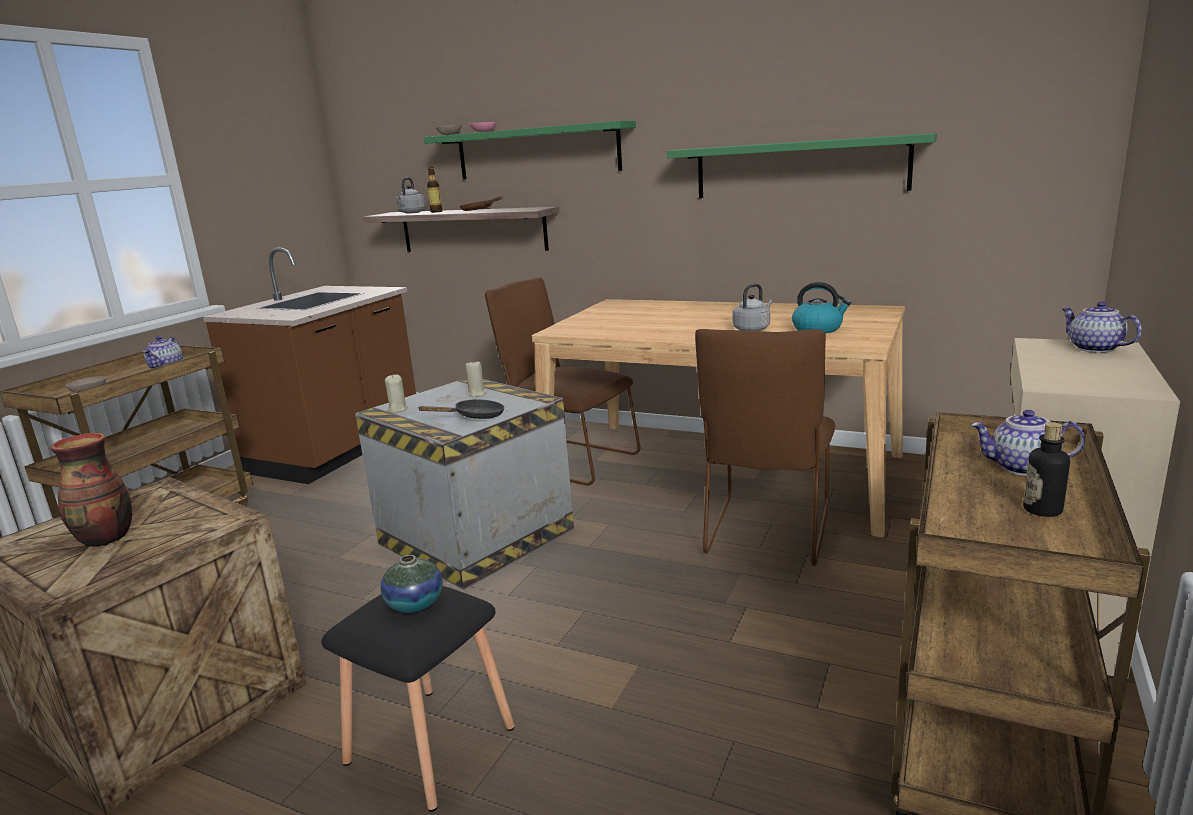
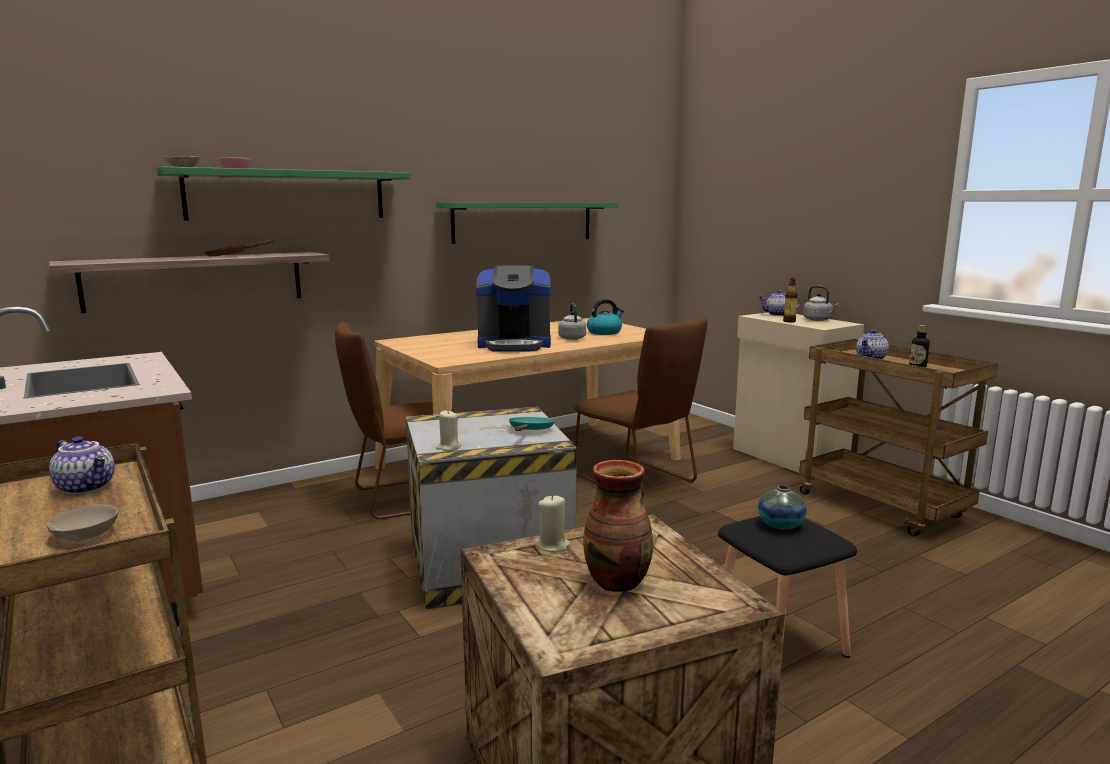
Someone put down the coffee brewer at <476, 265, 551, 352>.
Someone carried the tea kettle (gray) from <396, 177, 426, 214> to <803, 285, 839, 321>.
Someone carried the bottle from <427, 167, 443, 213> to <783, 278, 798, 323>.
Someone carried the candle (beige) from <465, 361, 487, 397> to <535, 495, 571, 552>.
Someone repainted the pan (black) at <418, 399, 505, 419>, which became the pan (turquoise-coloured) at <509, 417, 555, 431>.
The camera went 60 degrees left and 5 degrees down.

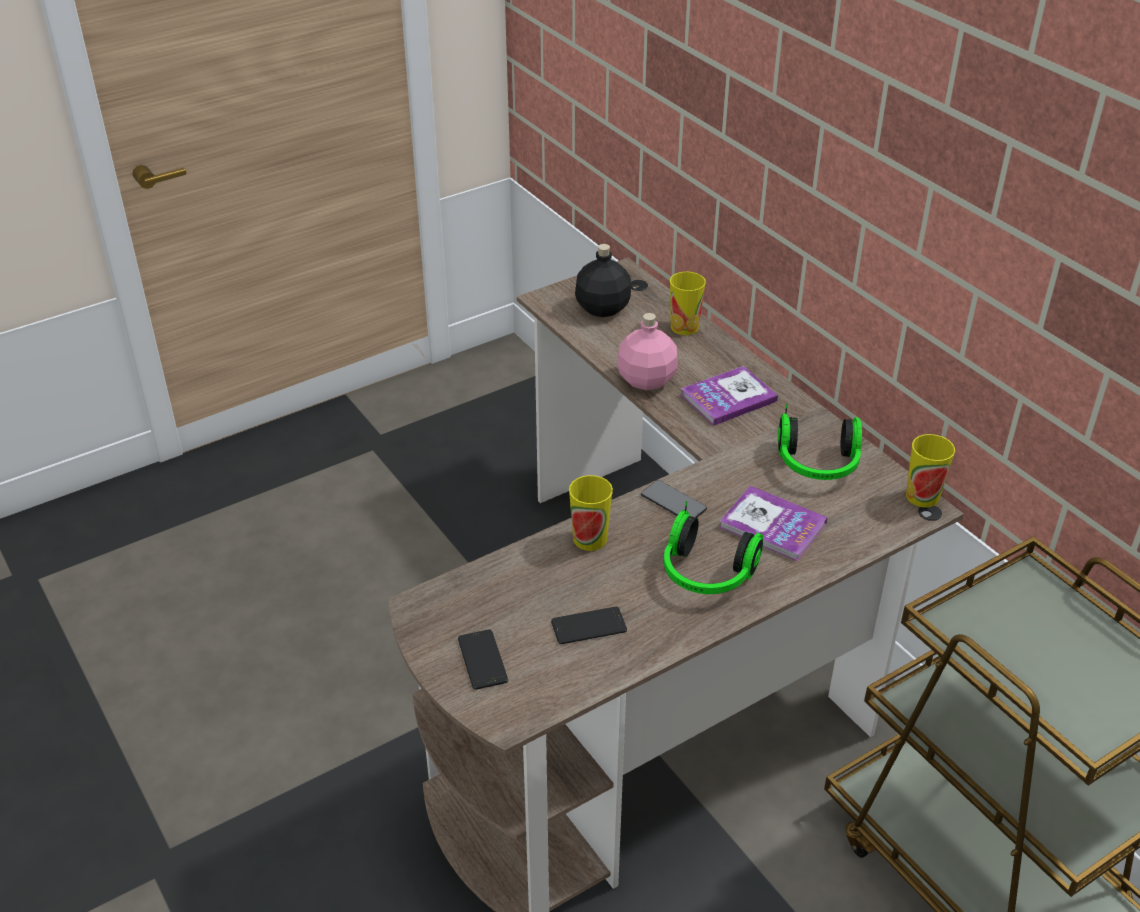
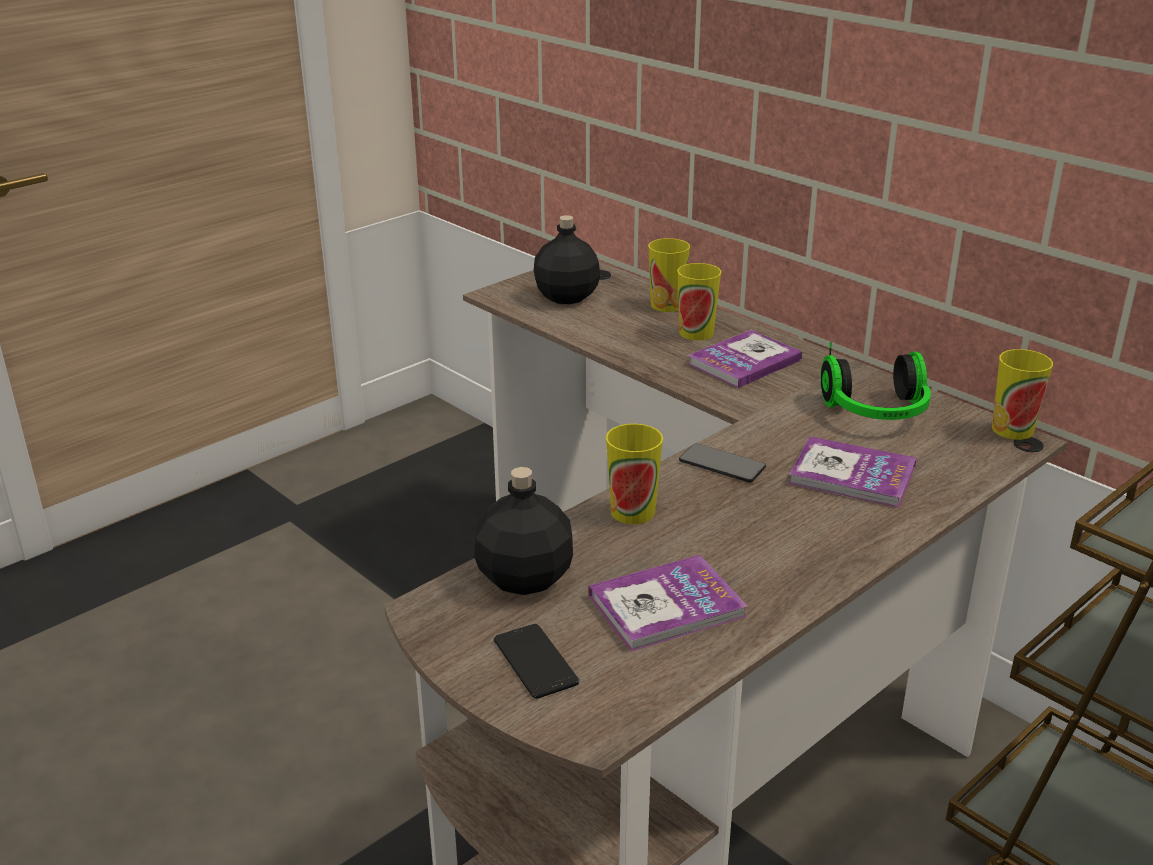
Someone took away the bottle (pink-coloured) at <617, 313, 678, 390>.
Someone took away the headset at <664, 501, 763, 594>.
Someone put down the bottle (black) at <474, 467, 573, 595>.
Someone put down the drinking cup at <677, 263, 721, 340>.
Someone swapped the telephone at <551, 607, 627, 644> for the book at <589, 555, 747, 652>.
The camera went 10 degrees left and 10 degrees down.

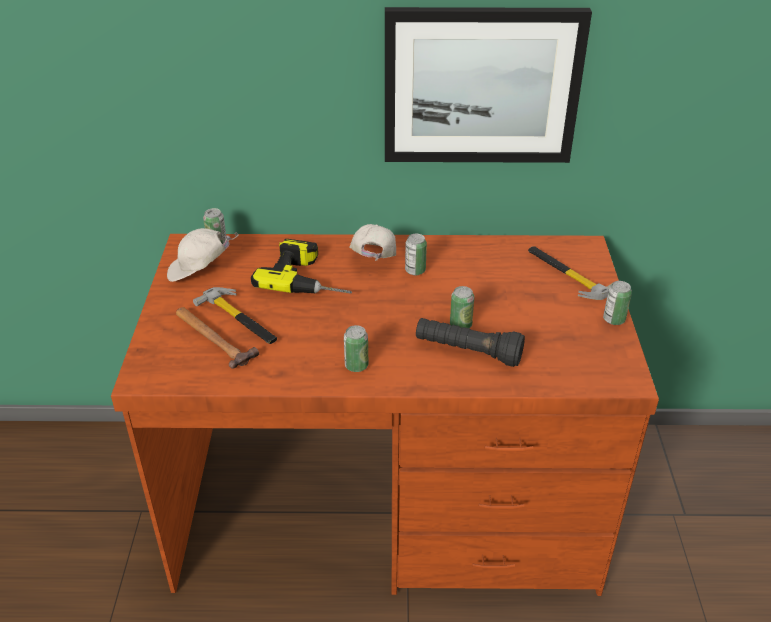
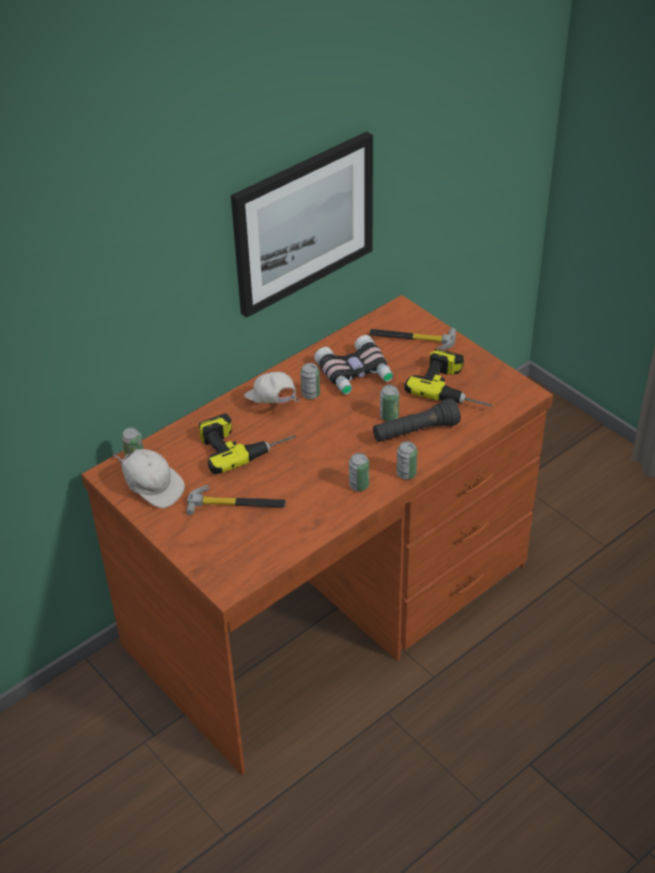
Someone took away the tool hammer at <176, 307, 259, 369>.
Someone put down the field glasses at <314, 335, 393, 395>.
Someone put down the drill at <404, 349, 492, 407>.
Someone carried the metal can from <603, 281, 632, 325> to <397, 441, 417, 479>.
Someone rotated the cap (white-coloured) at <167, 228, 238, 282> by 90 degrees counterclockwise.
The camera went 40 degrees left and 5 degrees up.

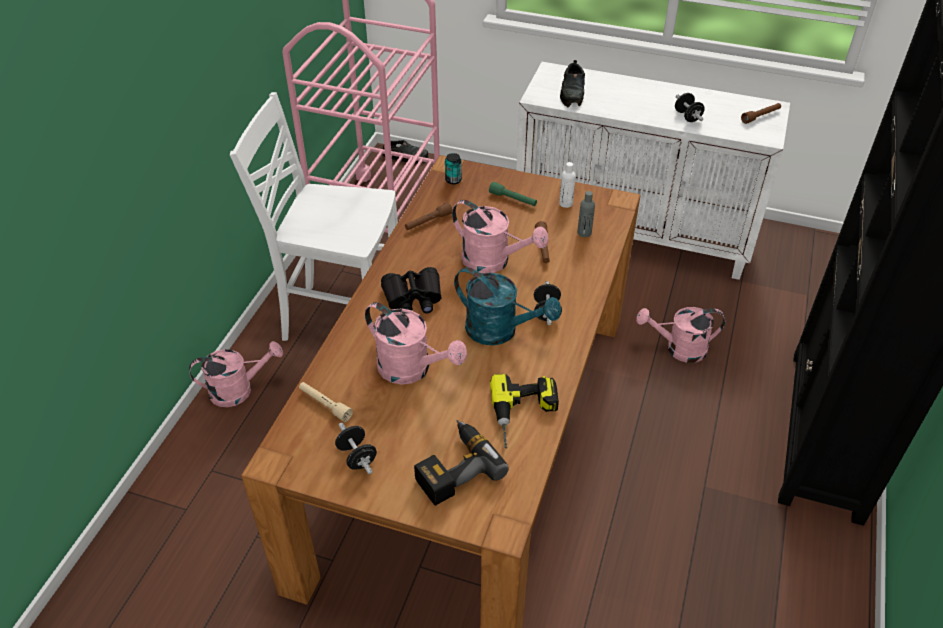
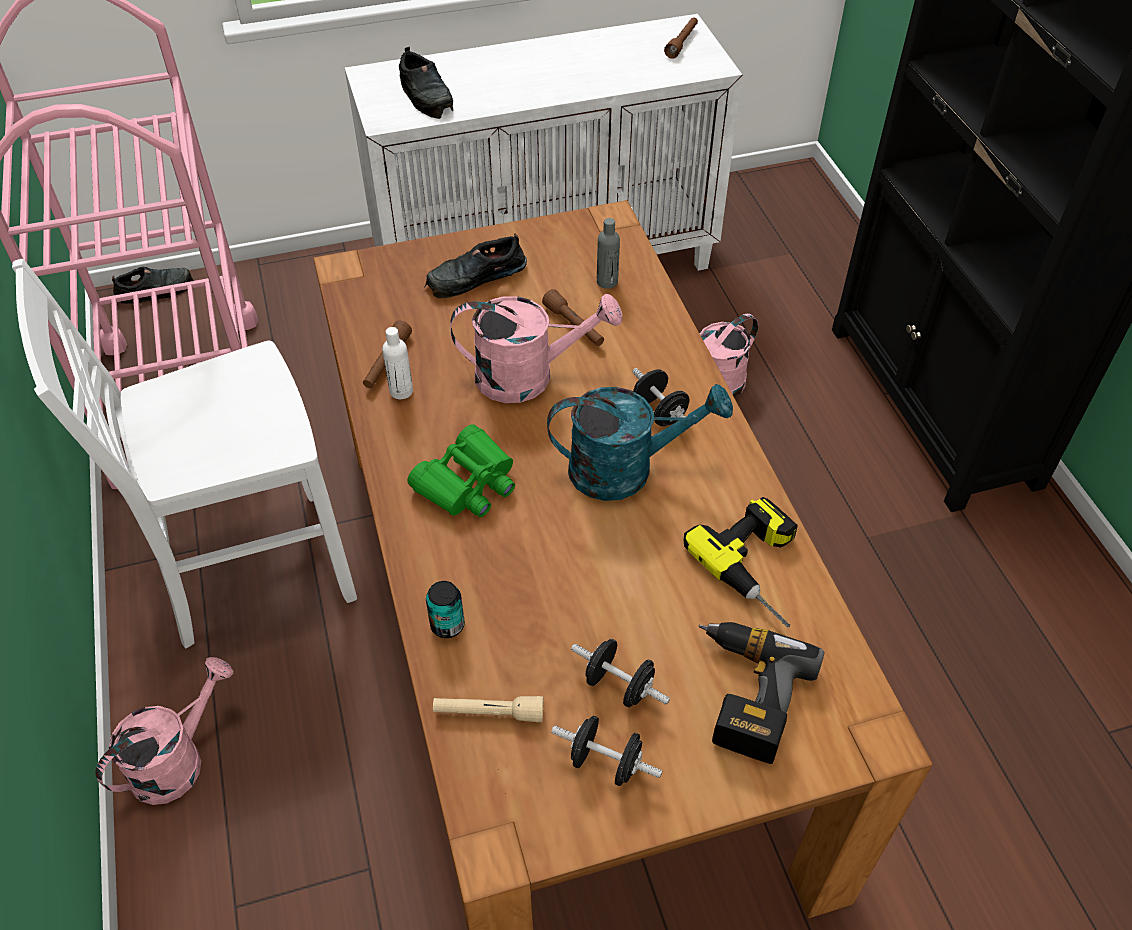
Someone took away the watering pot (pink-coloured) at <365, 302, 467, 385>.
Someone carried the metal can from <445, 153, 462, 184> to <426, 581, 465, 638>.
Someone carried the bottle (white-coloured) from <559, 162, 576, 208> to <382, 327, 413, 399>.
Someone carried the dumbbell (black) from <675, 93, 705, 122> to <571, 639, 670, 707>.
Someone swapped the torch (green) at <489, 182, 537, 206> for the item of footwear (black) at <424, 234, 527, 299>.
Someone repainted the field glasses (black) at <381, 267, 442, 314>, which became the field glasses (green) at <407, 424, 515, 517>.
The camera went 35 degrees left and 5 degrees up.

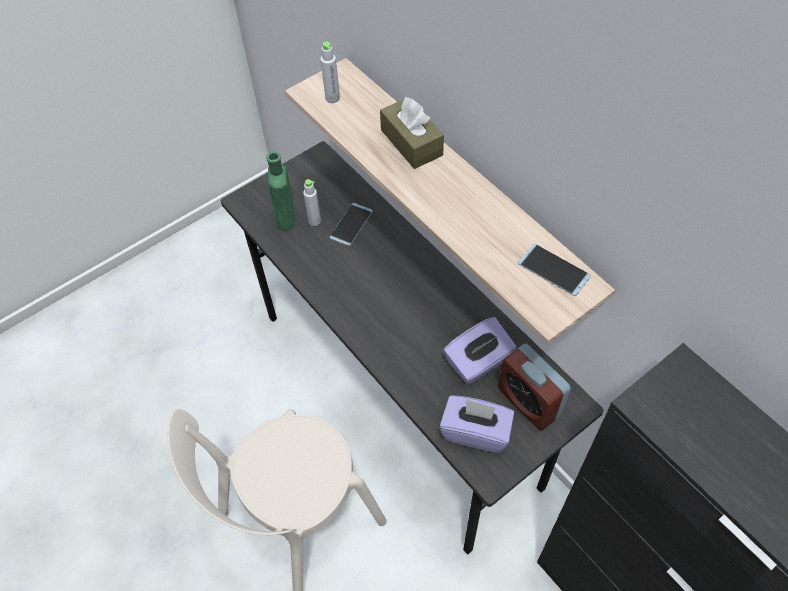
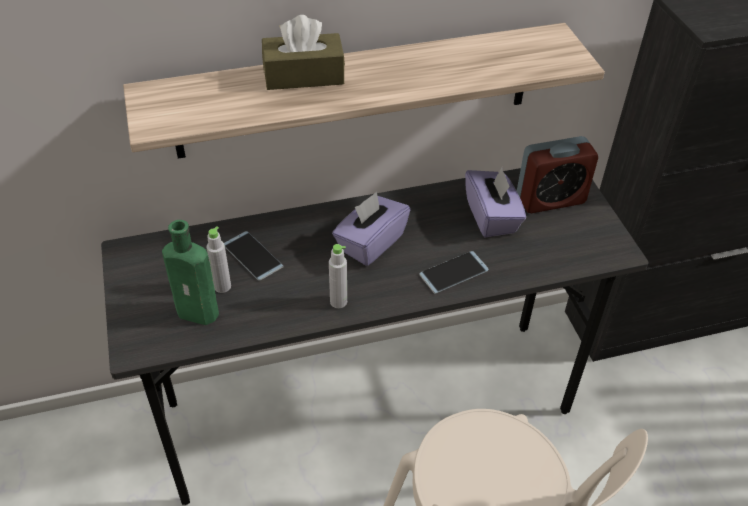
Someone carried the bottle (gray) from <320, 42, 340, 103> to <329, 244, 347, 308>.
Someone carried the box of tissues (purple) from <439, 395, 514, 453> to <332, 191, 410, 266>.
Someone carried the telephone from <518, 244, 591, 296> to <419, 251, 489, 294>.
The camera went 70 degrees left and 10 degrees down.

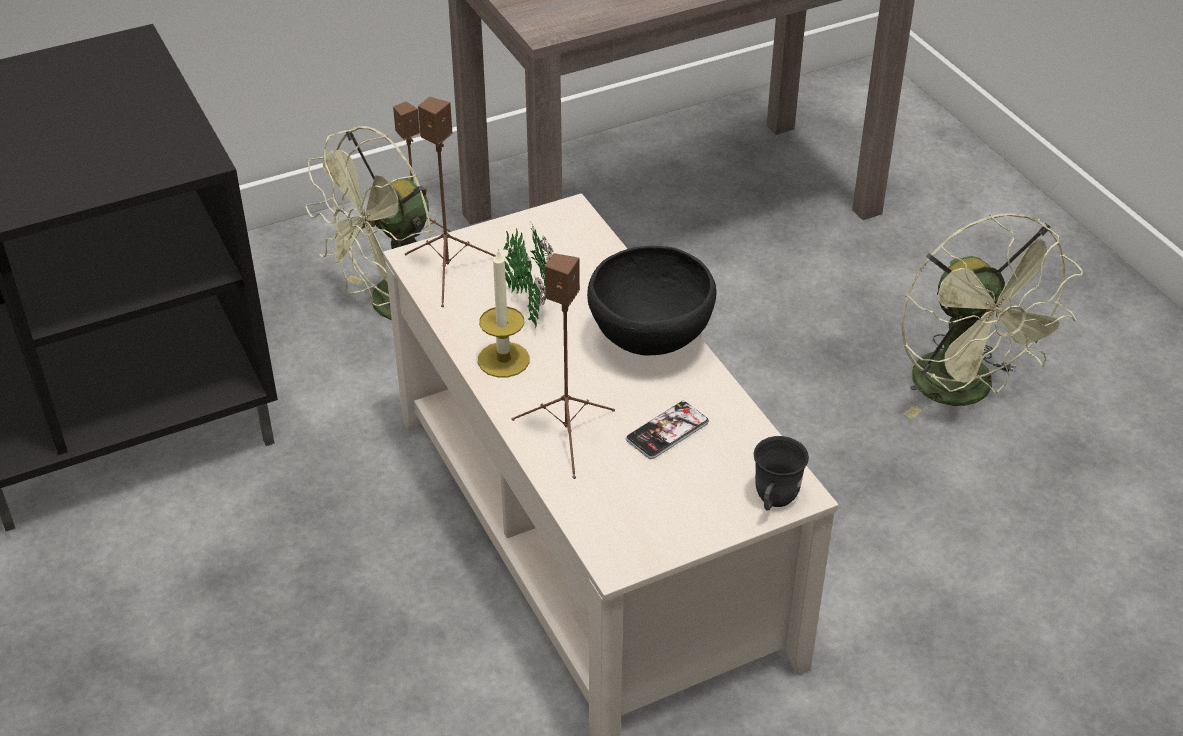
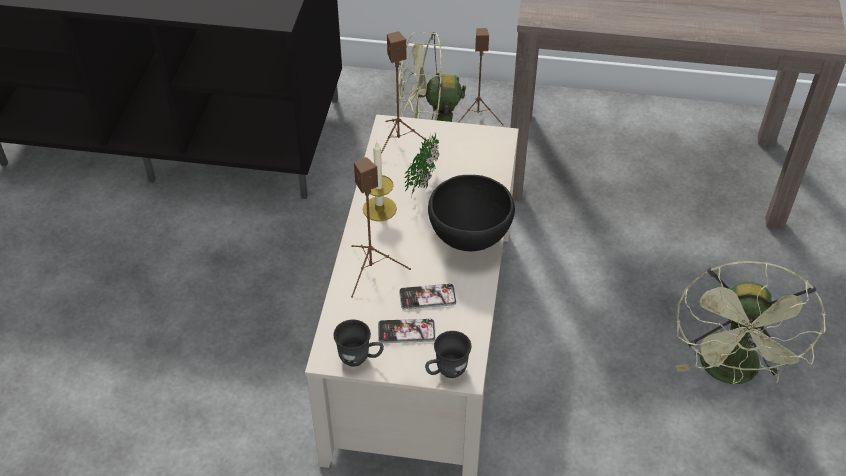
Someone put down the coffee mug (gray) at <333, 319, 384, 367>.
Someone put down the telephone at <378, 318, 435, 343>.
The camera went 35 degrees right and 5 degrees up.

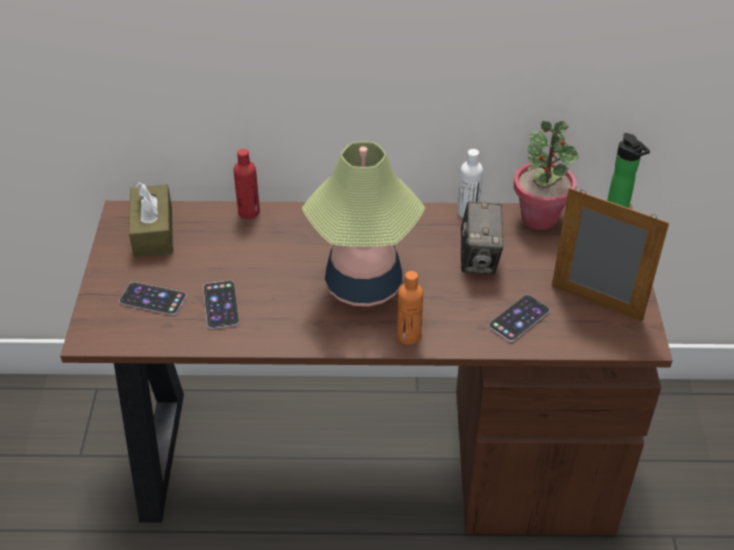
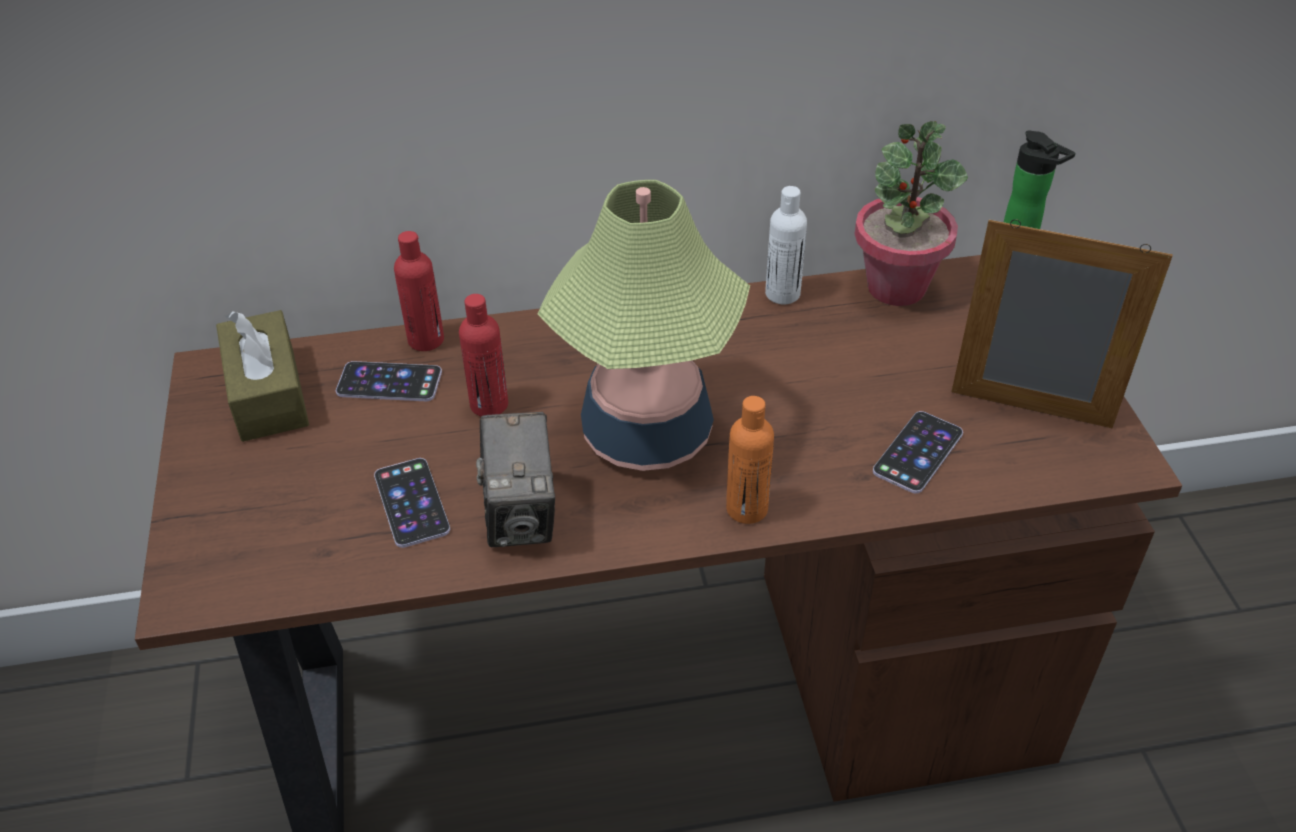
Someone put down the bottle (reddish) at <459, 294, 508, 417>.
Someone carried the telephone from <119, 282, 187, 315> to <336, 361, 442, 401>.
Someone carried the photo camera from <460, 201, 503, 274> to <476, 412, 555, 547>.
The camera went 10 degrees left and 0 degrees up.

